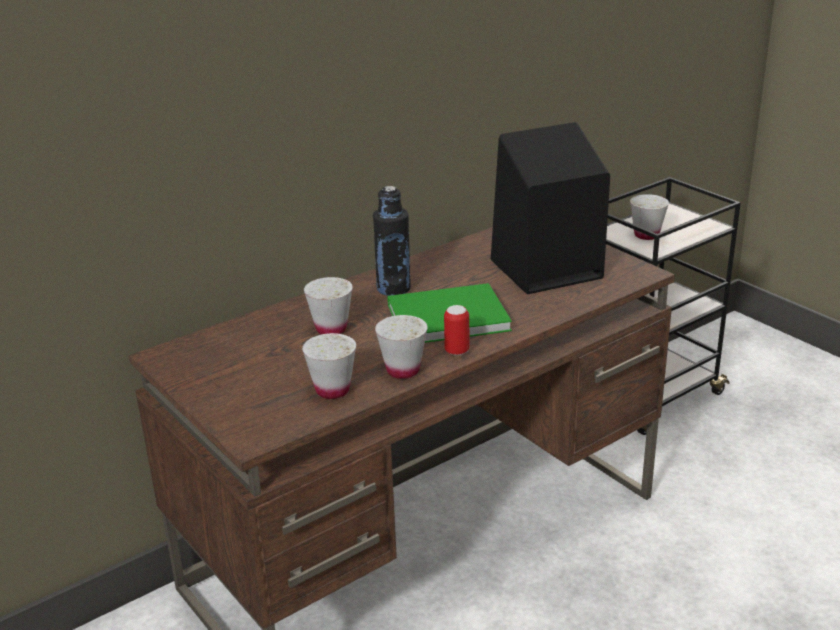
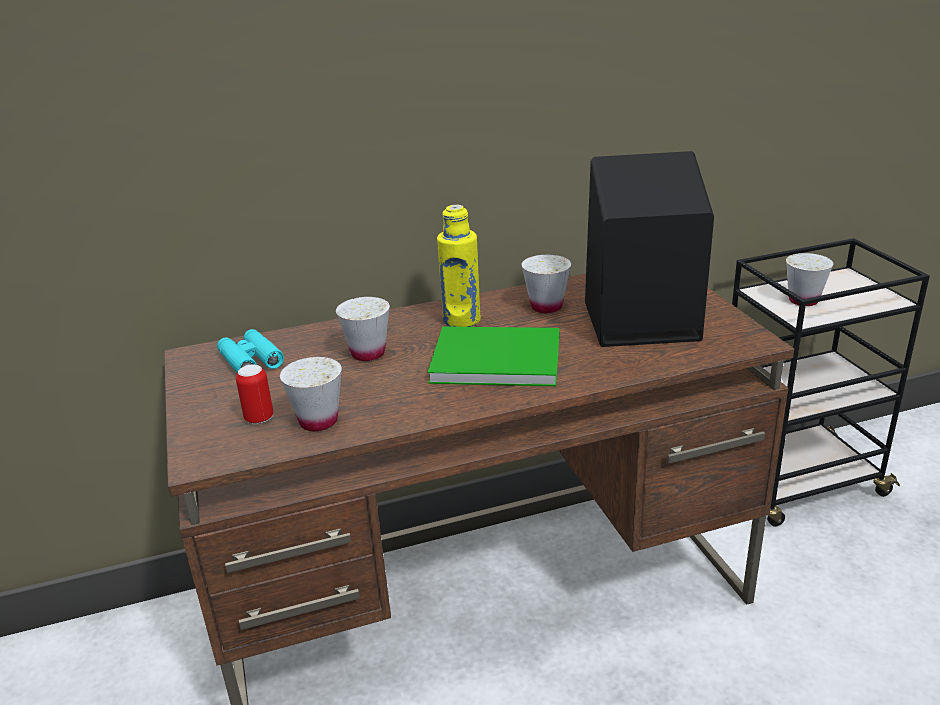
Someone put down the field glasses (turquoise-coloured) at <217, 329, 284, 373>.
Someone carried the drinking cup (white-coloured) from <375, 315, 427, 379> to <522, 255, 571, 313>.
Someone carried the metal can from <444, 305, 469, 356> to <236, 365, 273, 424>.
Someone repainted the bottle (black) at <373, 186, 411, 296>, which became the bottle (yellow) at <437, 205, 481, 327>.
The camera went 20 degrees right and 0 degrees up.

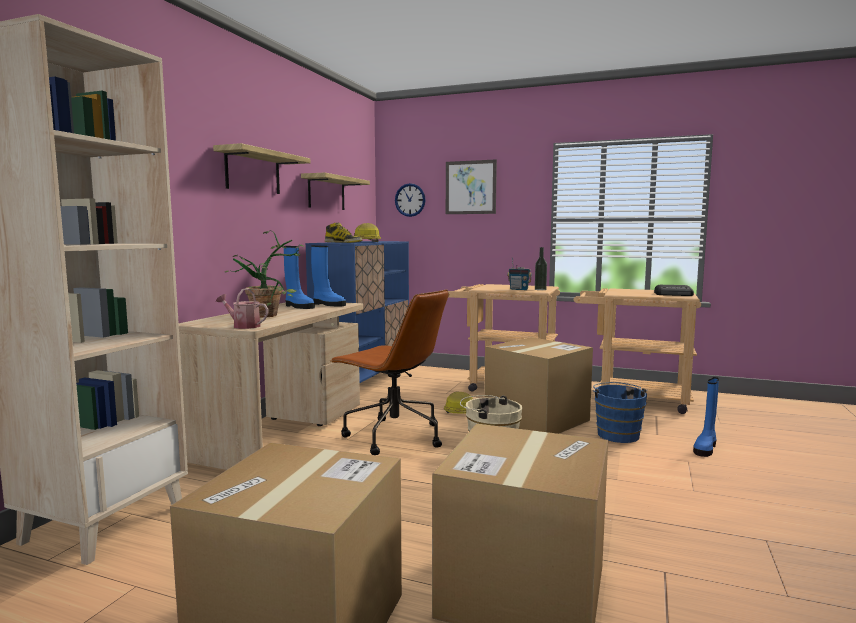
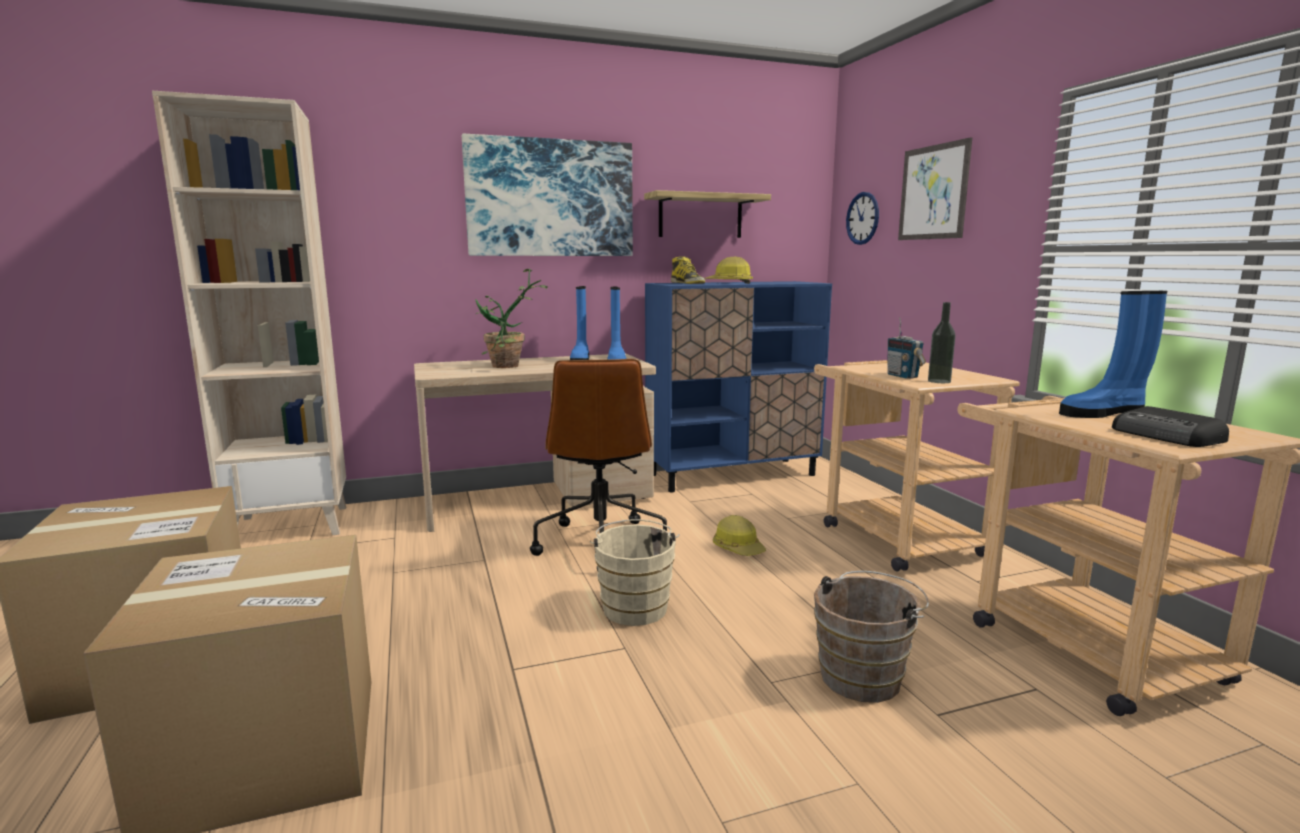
Someone took away the watering pot at <216, 288, 268, 329>.
Someone took away the packing box at <485, 337, 593, 434>.
Someone carried the tall boot (blue-coloured) from <693, 377, 719, 457> to <1059, 291, 1167, 418>.
Someone swapped the bracket shelf at <213, 143, 310, 194> for the wall art at <462, 133, 633, 256>.
Someone repainted the water bucket (blue-coloured) at <593, 382, 648, 443>, which became the water bucket (brown) at <814, 571, 929, 703>.
The camera went 50 degrees right and 5 degrees up.

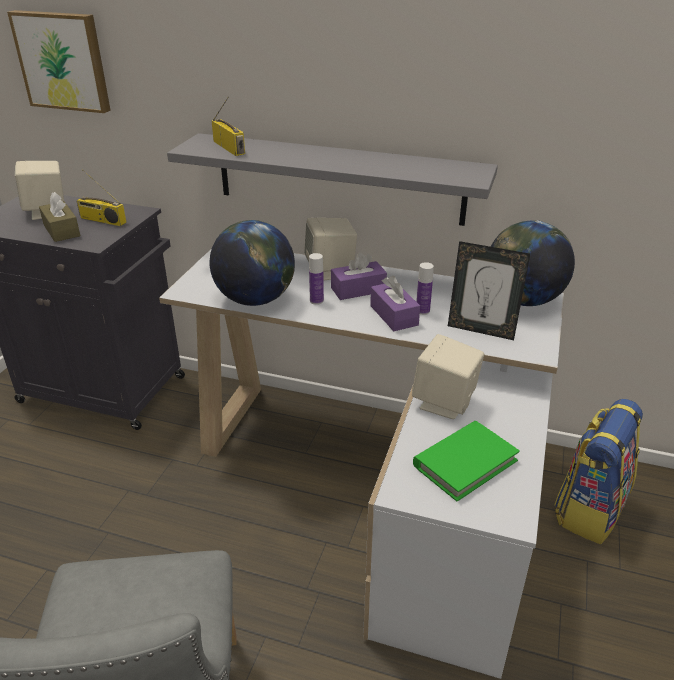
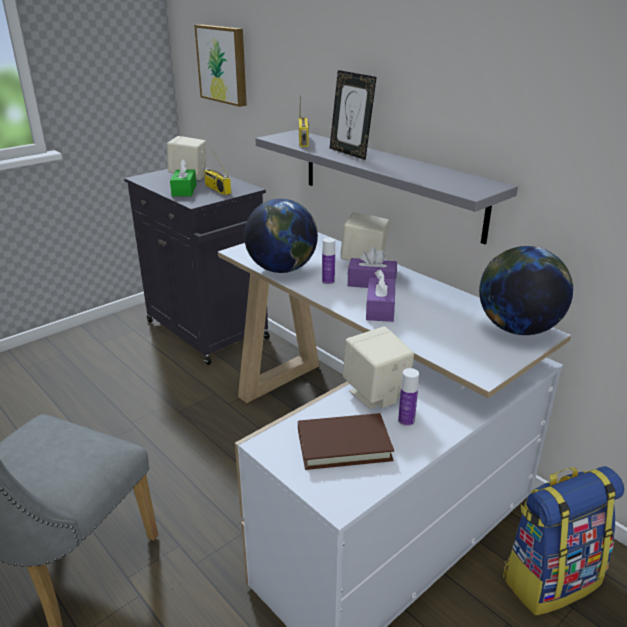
Someone carried the bottle from <416, 262, 434, 315> to <398, 368, 419, 427>.
Someone carried the standing frame from <448, 241, 530, 340> to <330, 70, 377, 160>.
Someone repainted the box of tissues (brown) at <39, 192, 80, 242>, which became the box of tissues (green) at <170, 159, 197, 196>.
Someone repainted the book (green) at <413, 421, 520, 501>, which became the book (brown) at <298, 413, 394, 470>.
The camera went 30 degrees right and 5 degrees down.

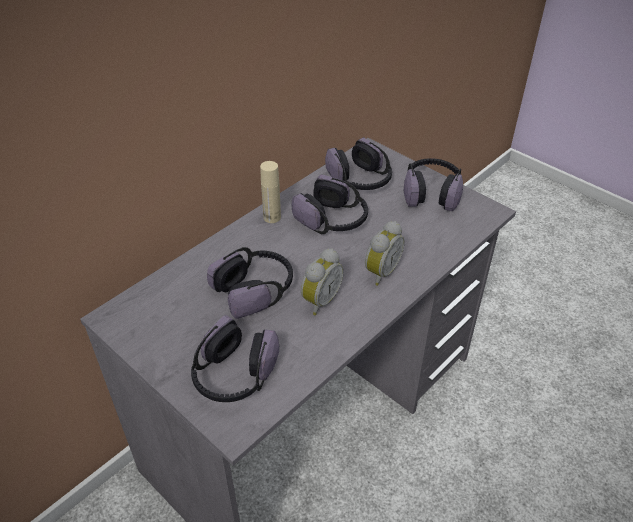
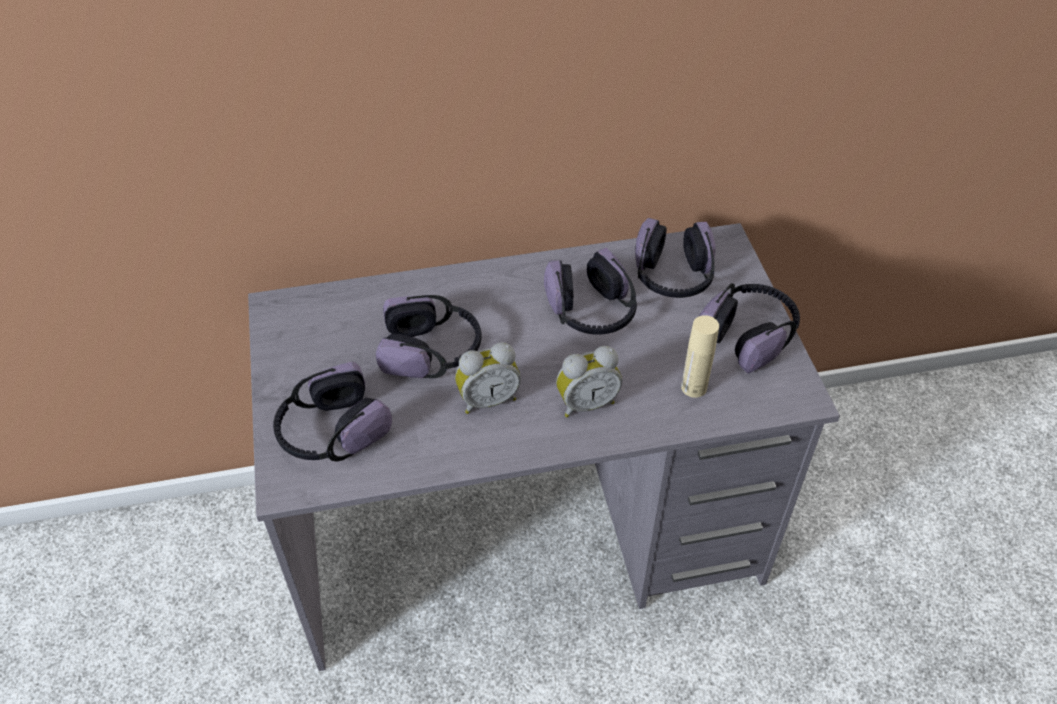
Someone carried the bottle (beige) from <260, 161, 281, 223> to <681, 315, 719, 398>.
The camera went 35 degrees right and 5 degrees up.

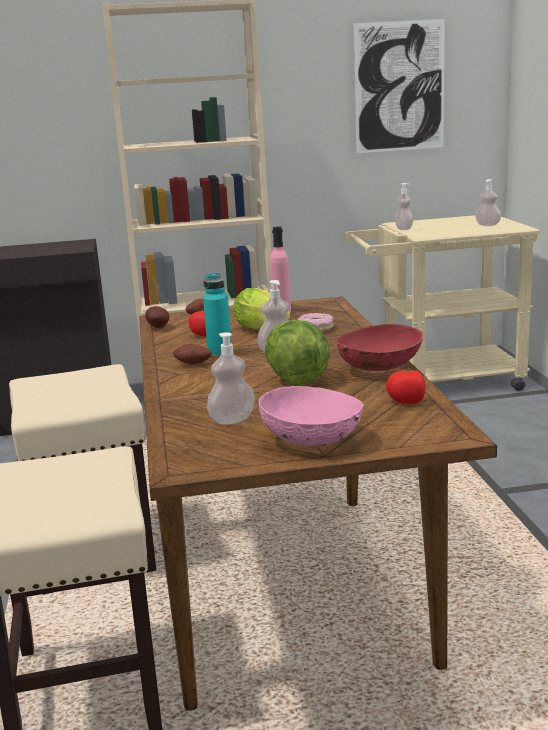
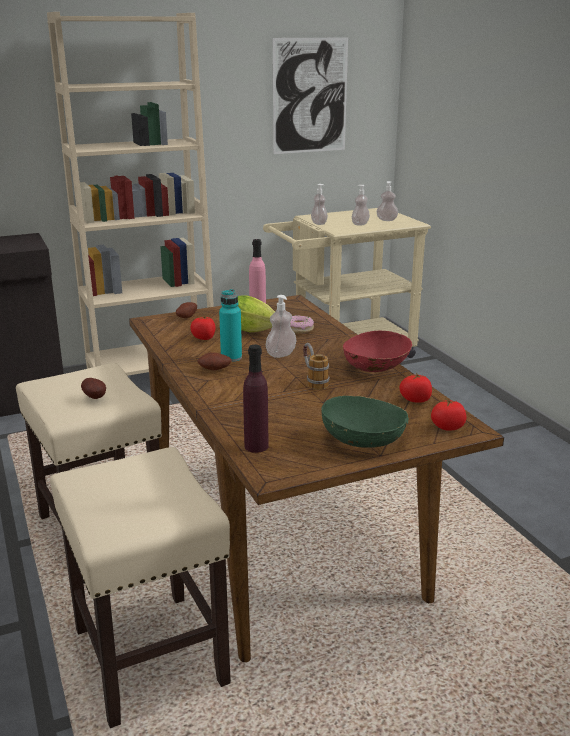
Someone put down the bottle (purple) at <243, 345, 269, 453>.
Someone put down the whole tomato at <431, 399, 466, 431>.
Someone carried the whole potato from <145, 306, 170, 328> to <81, 378, 106, 399>.
Someone carried the soap dispenser from <207, 333, 255, 425> to <352, 185, 370, 226>.
Someone swapped the lettuce head at <265, 320, 330, 386> for the coffee mug at <303, 343, 330, 390>.
Someone repainted the deep dish (pink-coloured) at <259, 386, 363, 446>, which became the deep dish (green) at <321, 396, 409, 448>.
The camera went 15 degrees left and 5 degrees up.

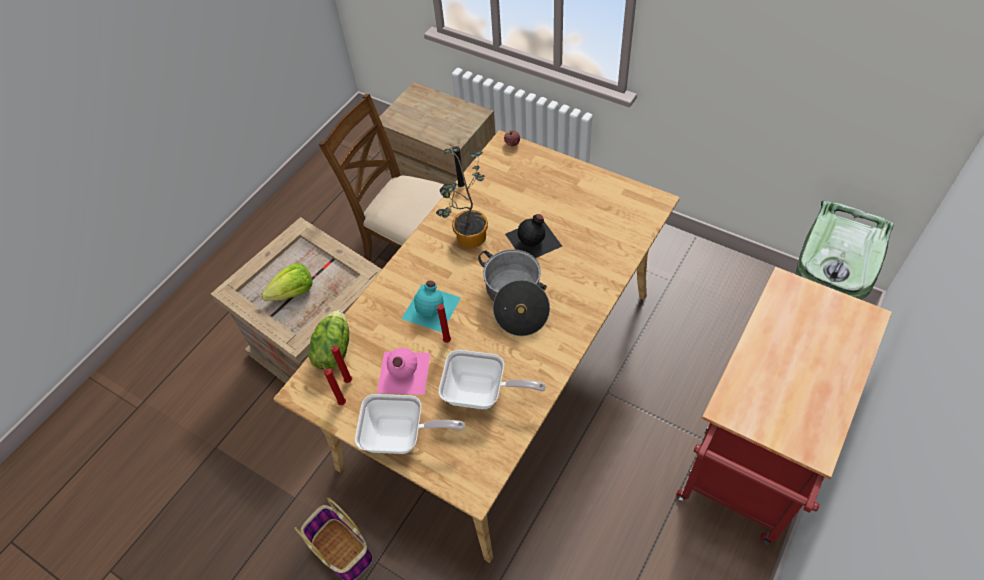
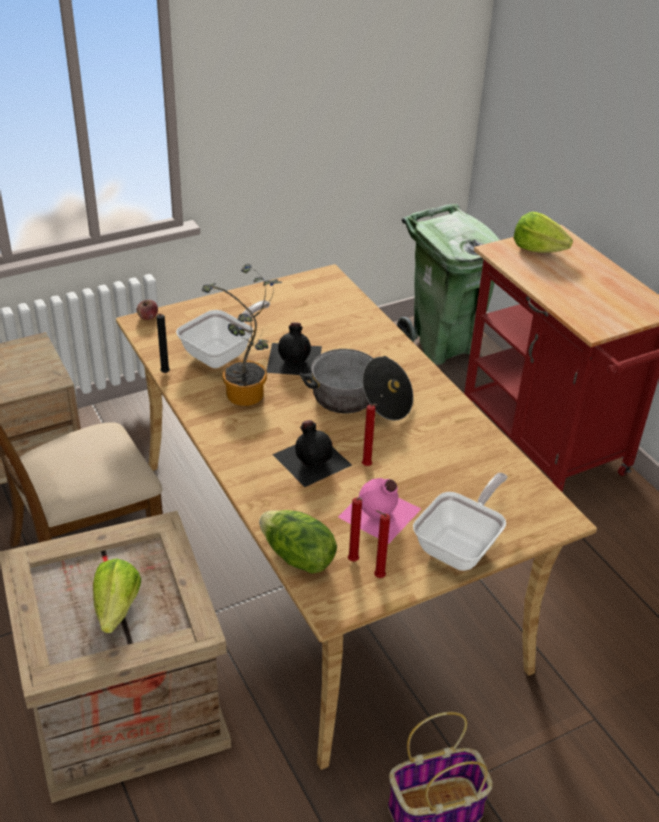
Someone put down the lettuce head at <514, 212, 573, 253>.
Someone carried the pan from <439, 350, 546, 409> to <176, 300, 270, 368>.
Someone repainted the bottle (turquoise-coloured) at <402, 281, 461, 332>, which became the bottle (black) at <272, 420, 352, 487>.
The camera went 65 degrees left and 15 degrees down.

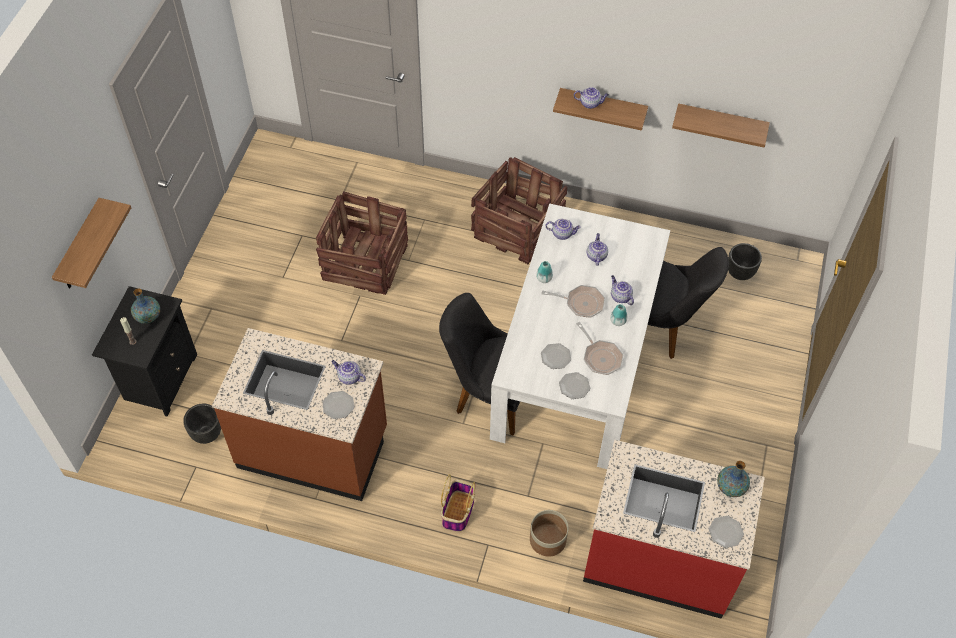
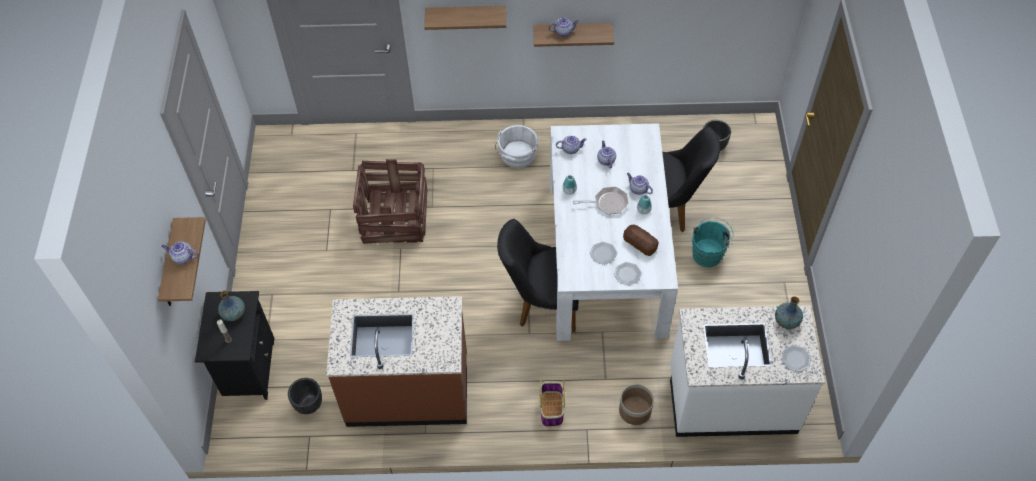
Someone took away the dinner plate at <323, 391, 354, 419>.
Someone put down the water bucket (turquoise-coloured) at <692, 217, 733, 267>.
Someone carried the teapot from <331, 360, 366, 385> to <161, 242, 198, 264>.
Someone carried the bracket shelf from <672, 104, 770, 147> to <424, 6, 506, 30>.
Someone swapped the crate at <471, 157, 567, 264> for the water bucket (white-coloured) at <495, 125, 538, 168>.
Someone swapped the pan at <576, 322, 624, 375> for the bread at <623, 225, 659, 256>.
Someone repainted the counter (reddish) at <583, 439, 765, 618>, which became the counter (white-coloured) at <670, 306, 825, 437>.
The camera went 15 degrees left and 0 degrees up.

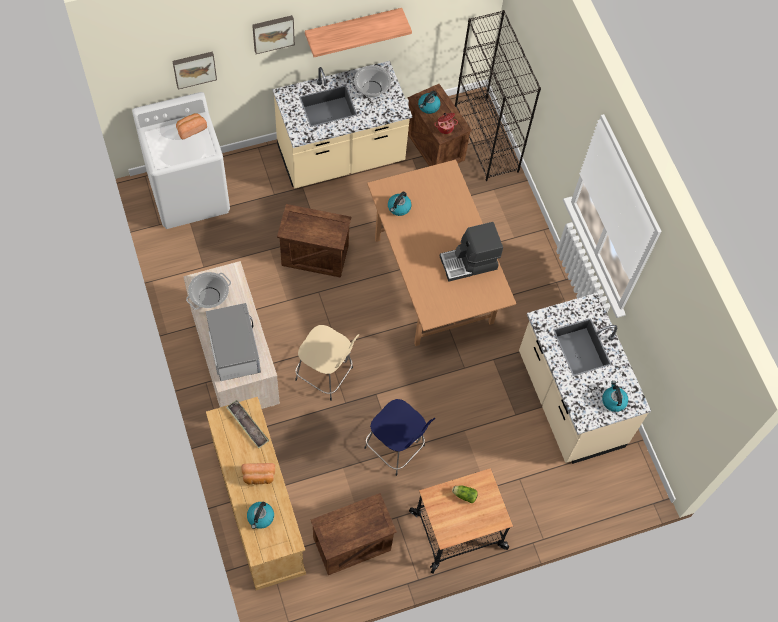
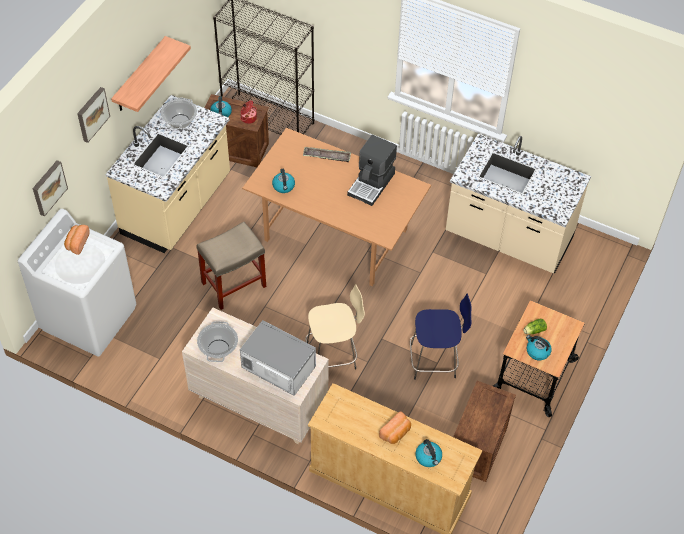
Someone carried the tray from <226, 400, 269, 448> to <303, 147, 351, 162>.
Someone carried the tea kettle from <602, 381, 628, 412> to <526, 335, 552, 360>.
Someone swapped the crate at <277, 204, 351, 278> for the sitting stool (beige) at <196, 222, 266, 310>.
The camera went 40 degrees left and 10 degrees down.

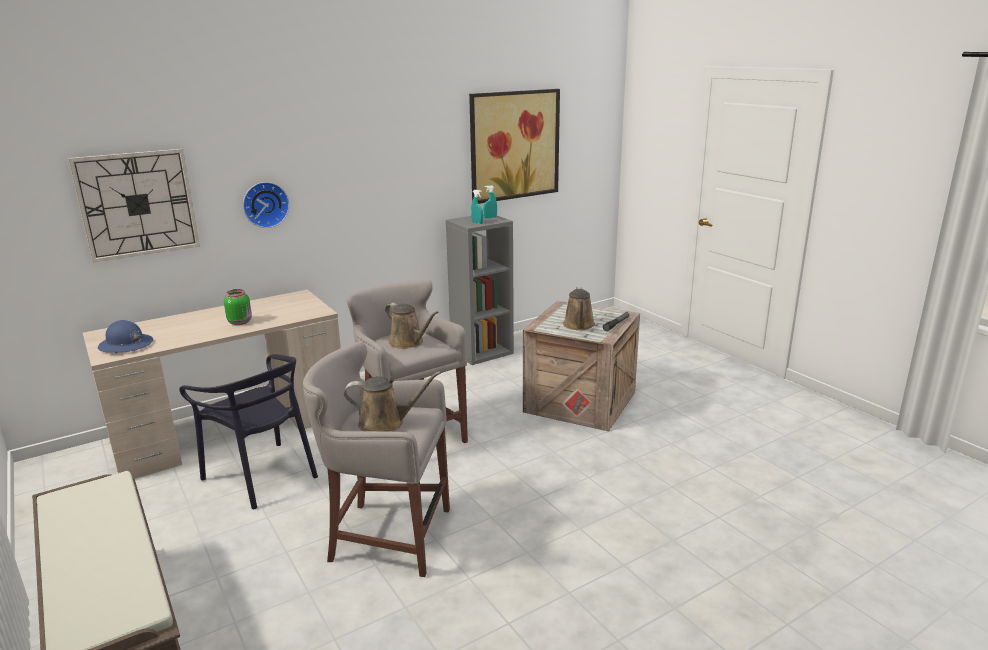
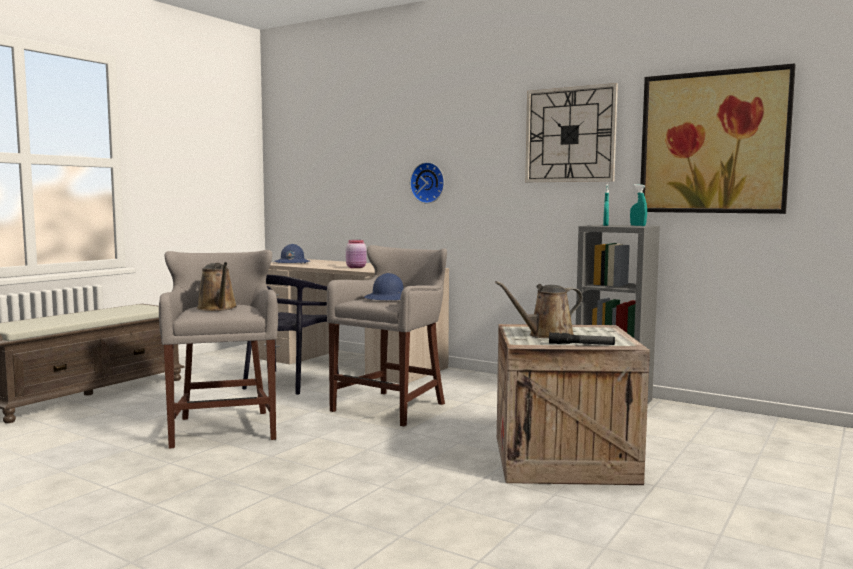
Someone carried the clock on the wall from <68, 149, 200, 262> to <525, 83, 618, 182>.
Someone swapped the watering pot (brown) at <385, 303, 438, 349> for the safety helmet (blue-coloured) at <364, 273, 404, 300>.
Someone repainted the jar (green) at <224, 289, 252, 325>, which became the jar (pink-coloured) at <346, 240, 367, 268>.
The camera went 65 degrees right and 15 degrees down.

